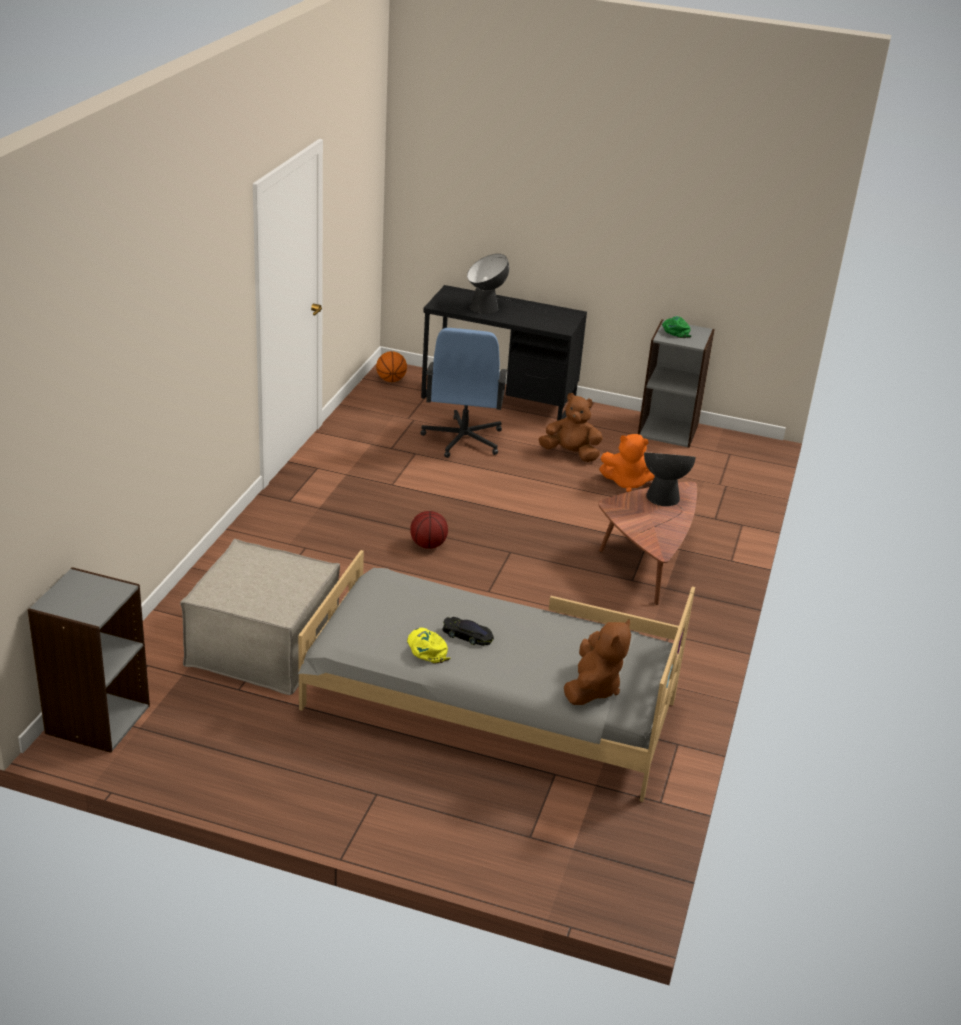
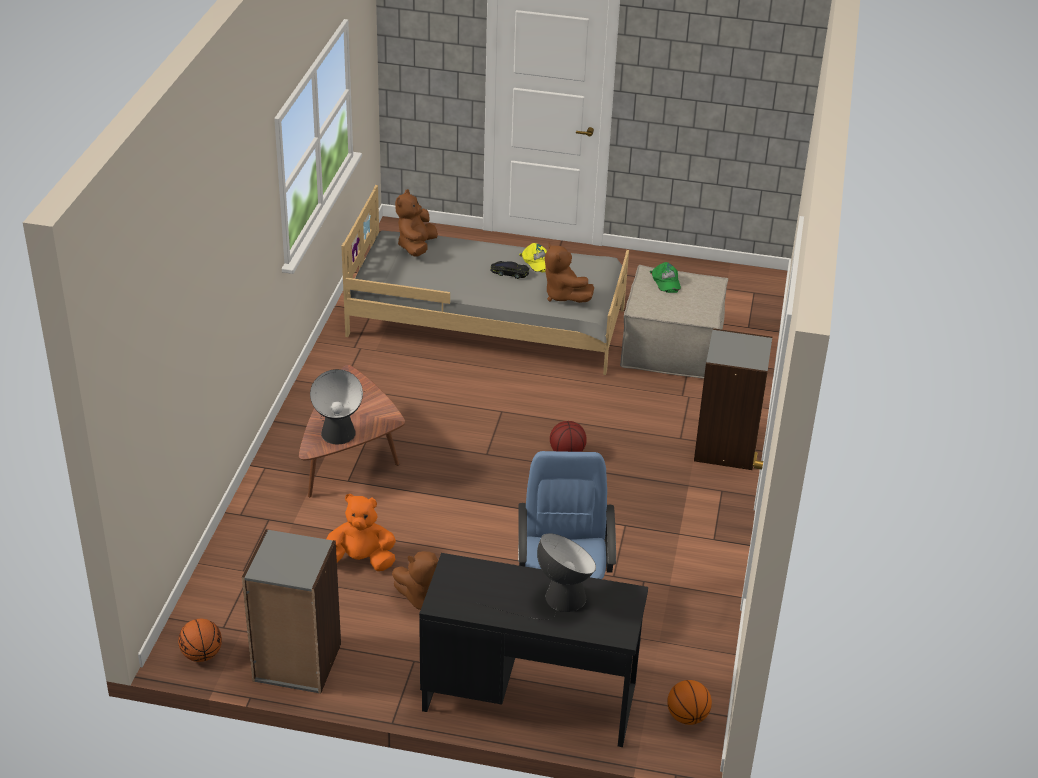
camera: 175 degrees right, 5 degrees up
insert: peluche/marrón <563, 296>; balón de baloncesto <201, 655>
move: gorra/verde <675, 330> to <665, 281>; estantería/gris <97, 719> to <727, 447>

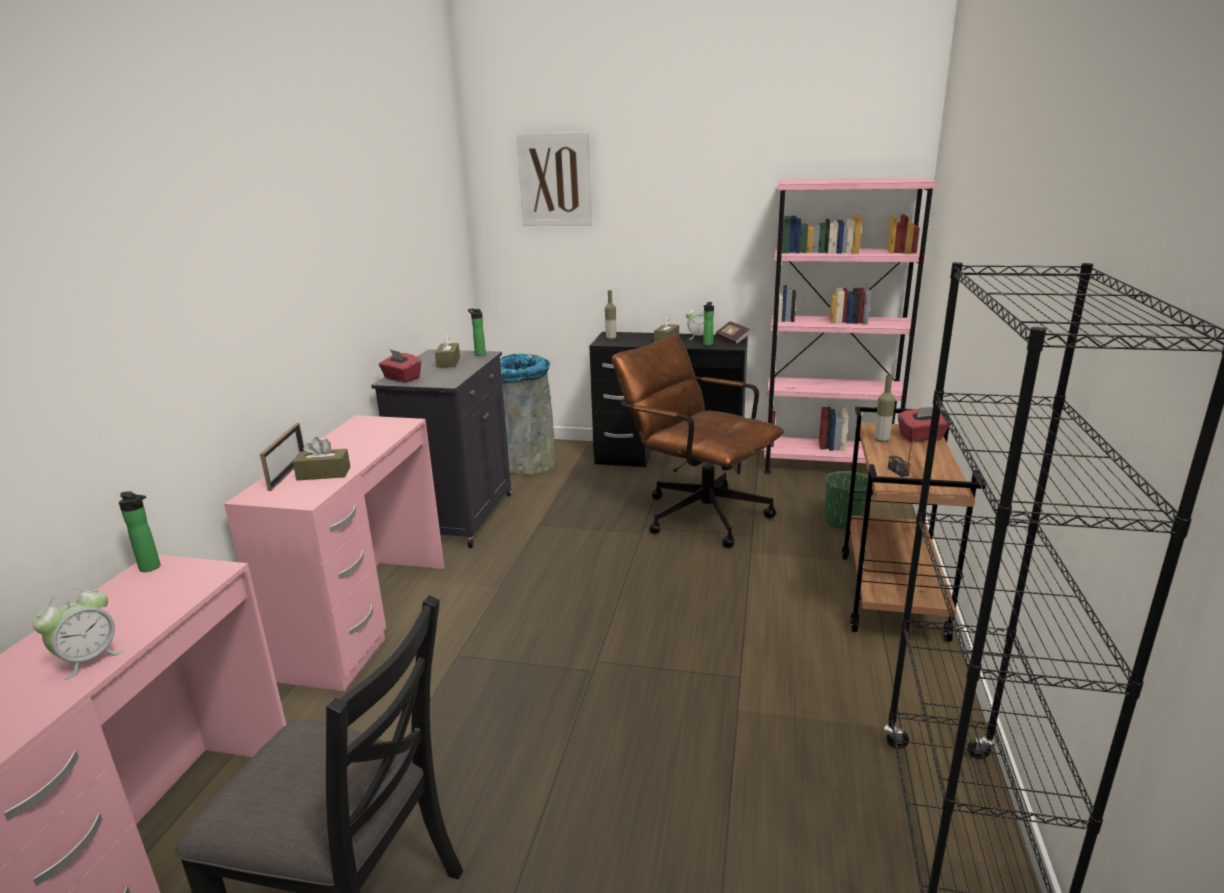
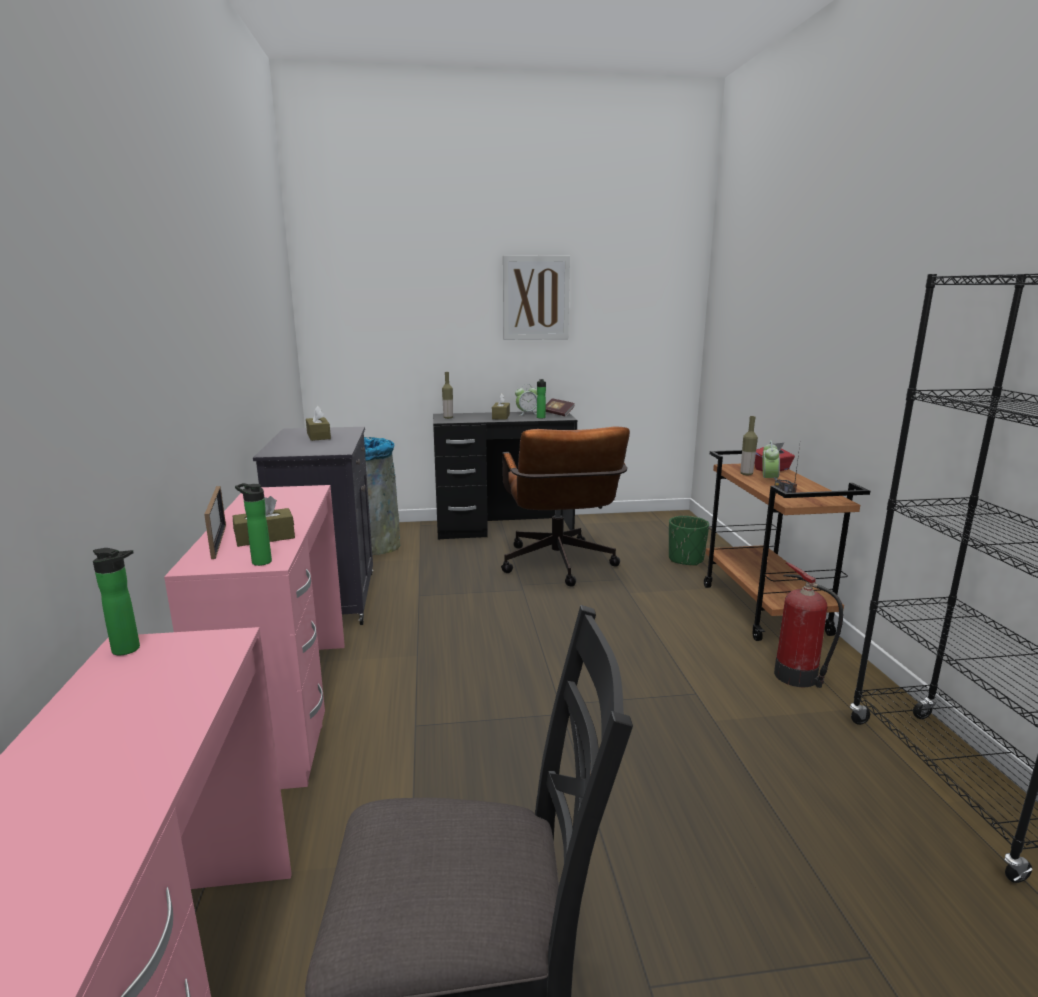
camera: 20 degrees left, 5 degrees down
delete: estantería/rosa <828, 465>; caja de pañuelos/rojo <401, 378>
insert: extintor <798, 677>
move: cuadro <555, 180> to <536, 298>; botella <479, 354> to <259, 561>; despertador <89, 659> to <768, 480>
rotate: silla de oficina/marrón <696, 512> = <559, 567> 120 degrees counterclockwise

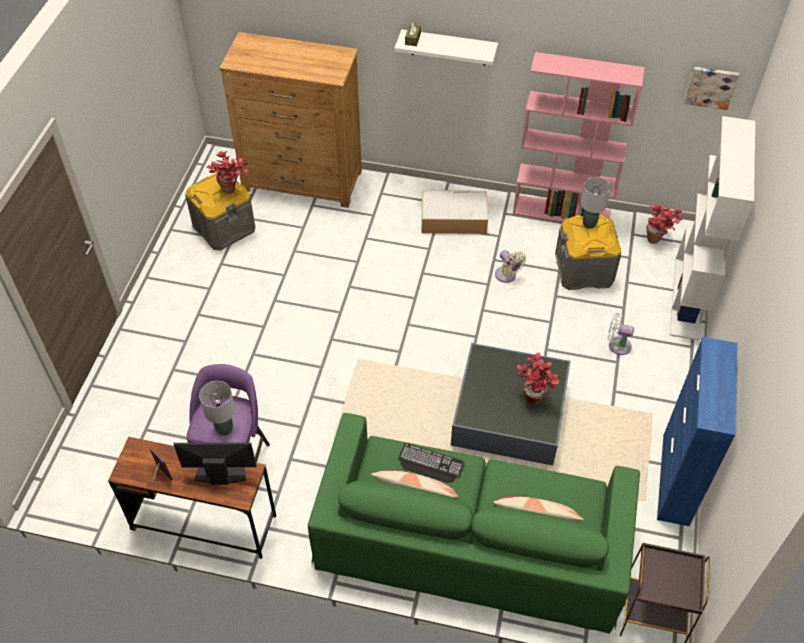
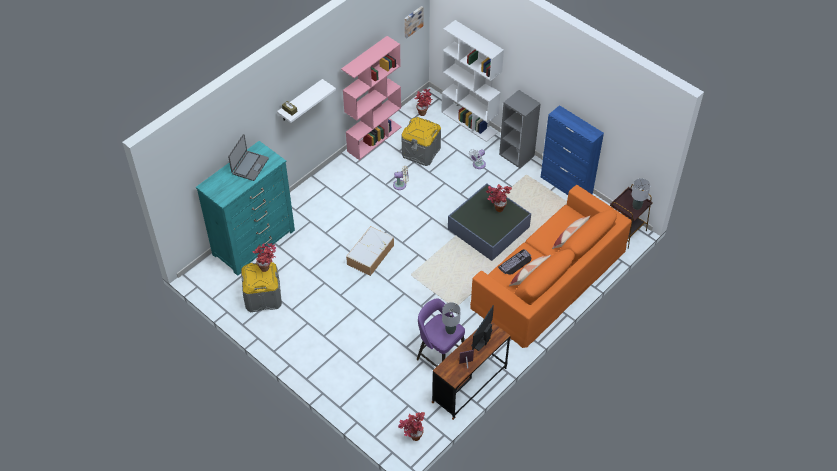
camera: 60 degrees left, 0 degrees up
insert: estantería/gris <517, 155>; portátil <249, 166>; planta en maceta <412, 436>
move: lámpara de mesa/gris <589, 224> to <636, 207>; caja de almacenaje <454, 218> to <370, 254>
recolor: cómoda/marrón <302, 181> to cómoda/turquesa <254, 242>; sofá/verde <471, 540> to sofá/naranja <549, 278>

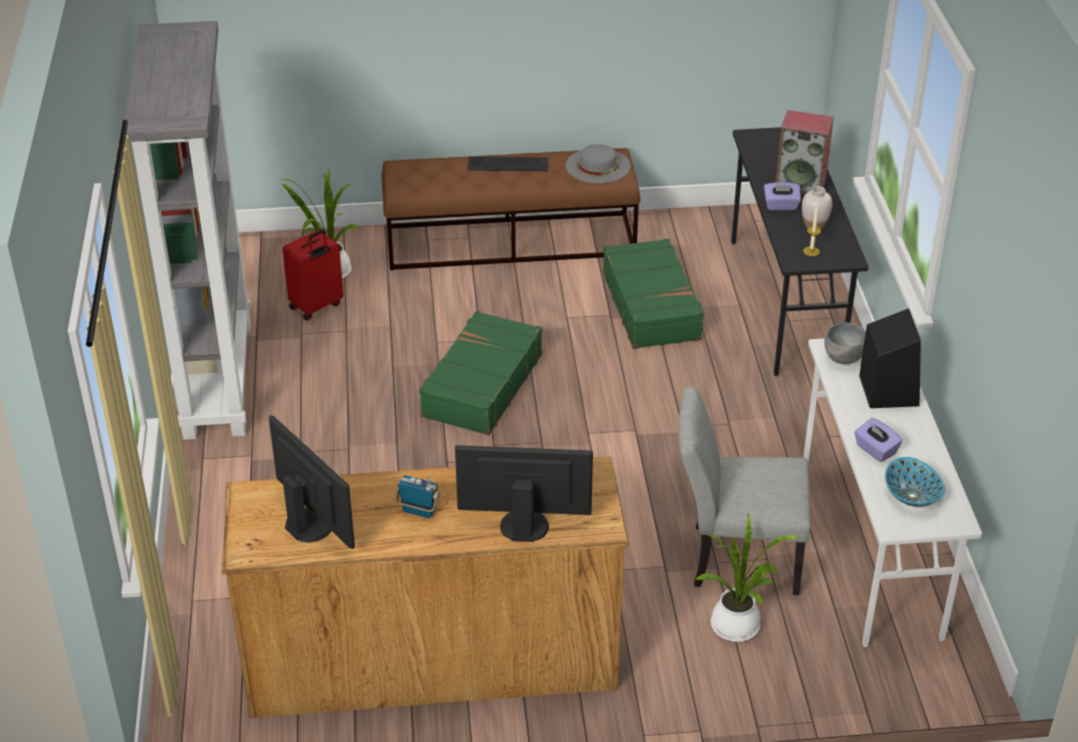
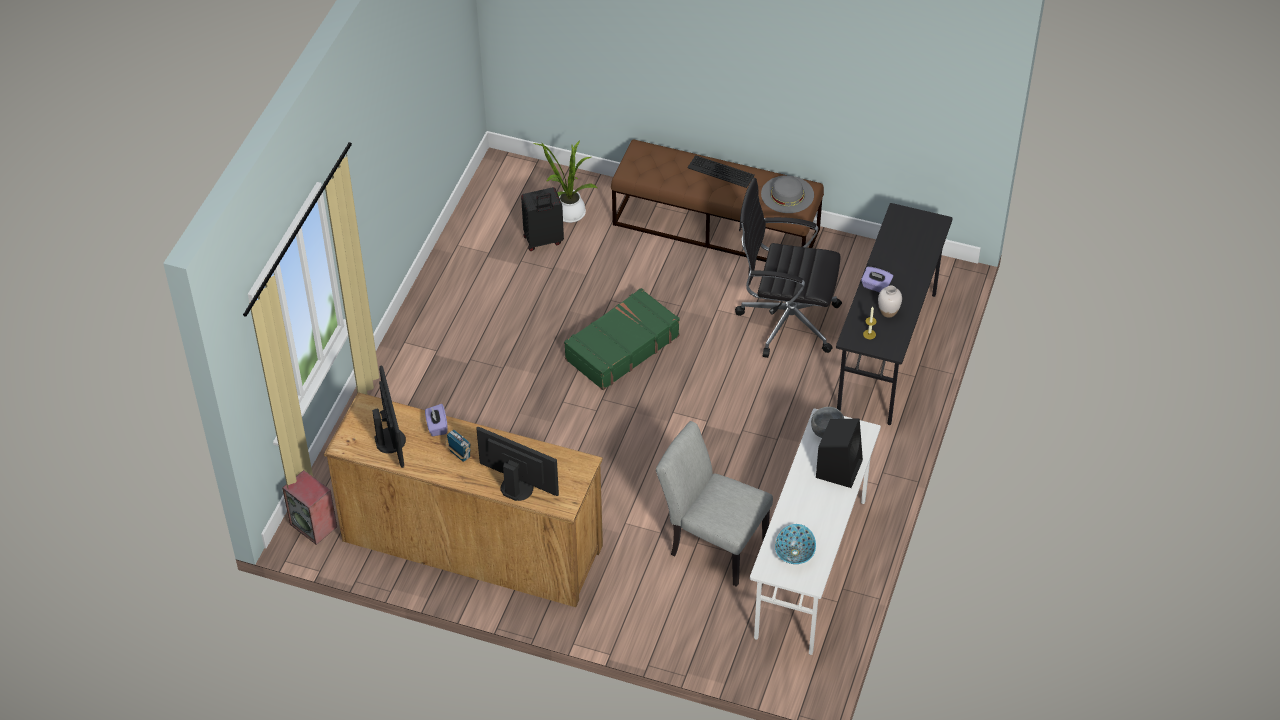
camera: 25 degrees right, 10 degrees up
delete: estantería/gris <216, 378>; planta en maceta <738, 628>
move: altavoz <801, 184> to <314, 525>; caja de pañuelos/morado <875, 450> to <437, 426>
replace: maleta/verde <652, 306> to silla de oficina/negro <785, 320>
recolor: maleta/rojo <317, 306> to maleta/negro <543, 241>

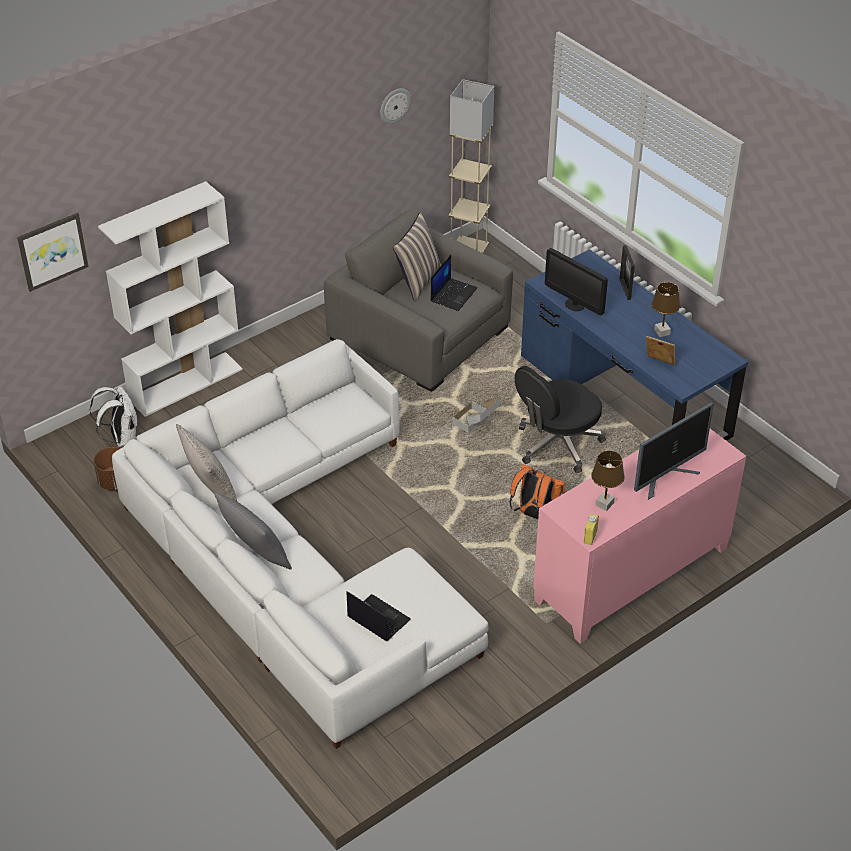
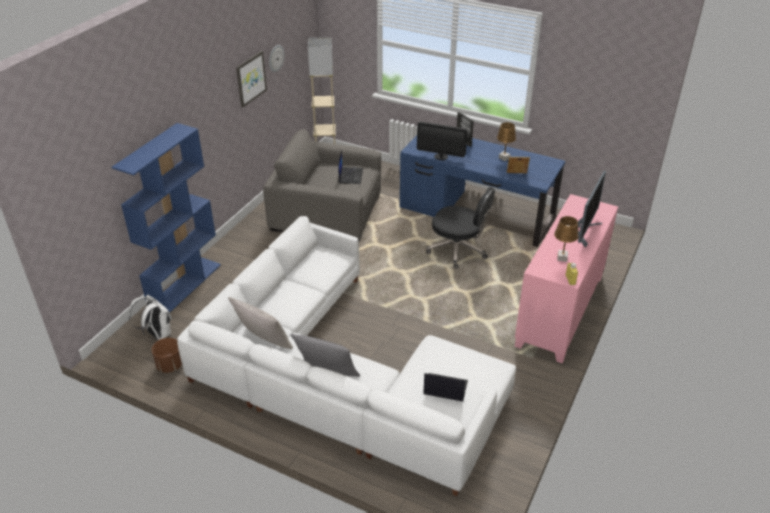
camera: 25 degrees left, 5 degrees down
delete: cojín <418, 280>; caja de cartón <476, 424>; mochila/naranja <535, 515>
move: cuadro <52, 251> to <250, 78>
recolor: estantería/blanco <186, 383> to estantería/azul <185, 285>
rotate: silla de oficina/negro <557, 445> = <458, 250> 90 degrees counterclockwise

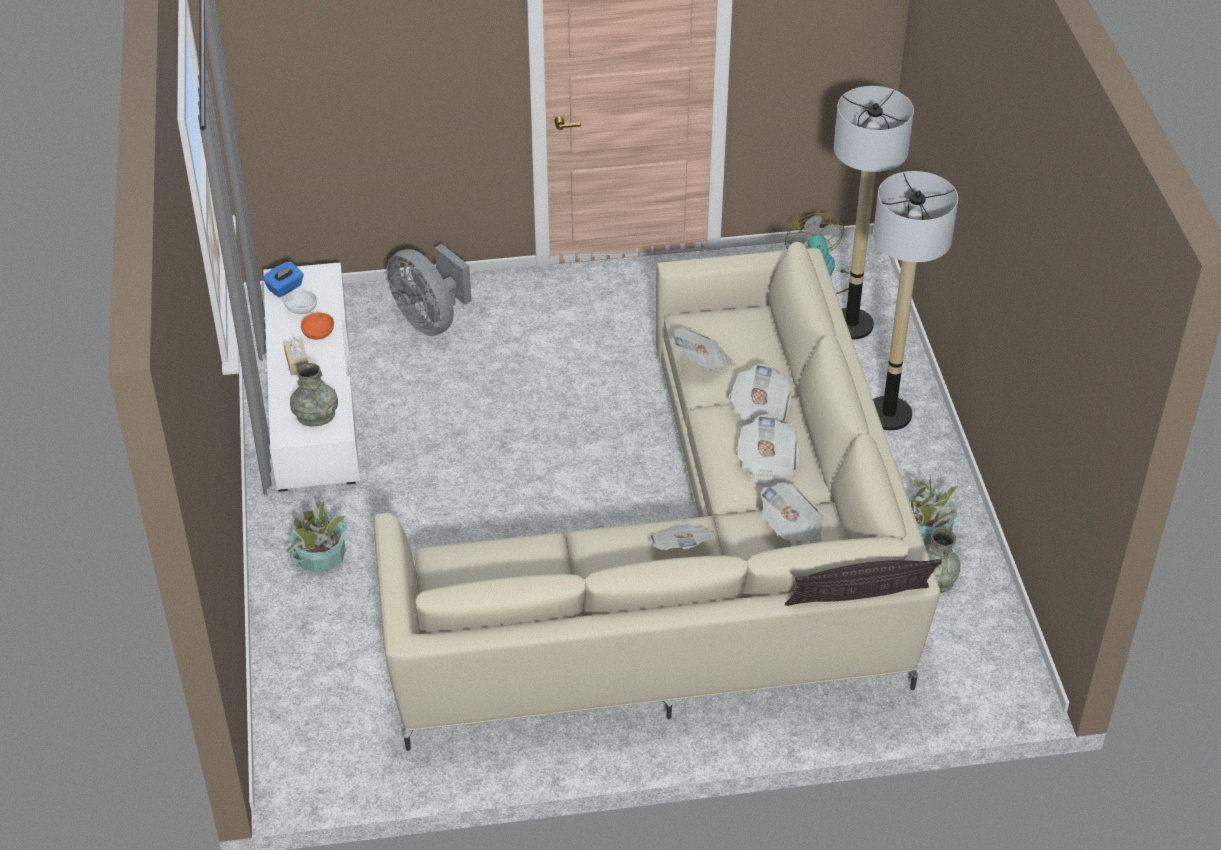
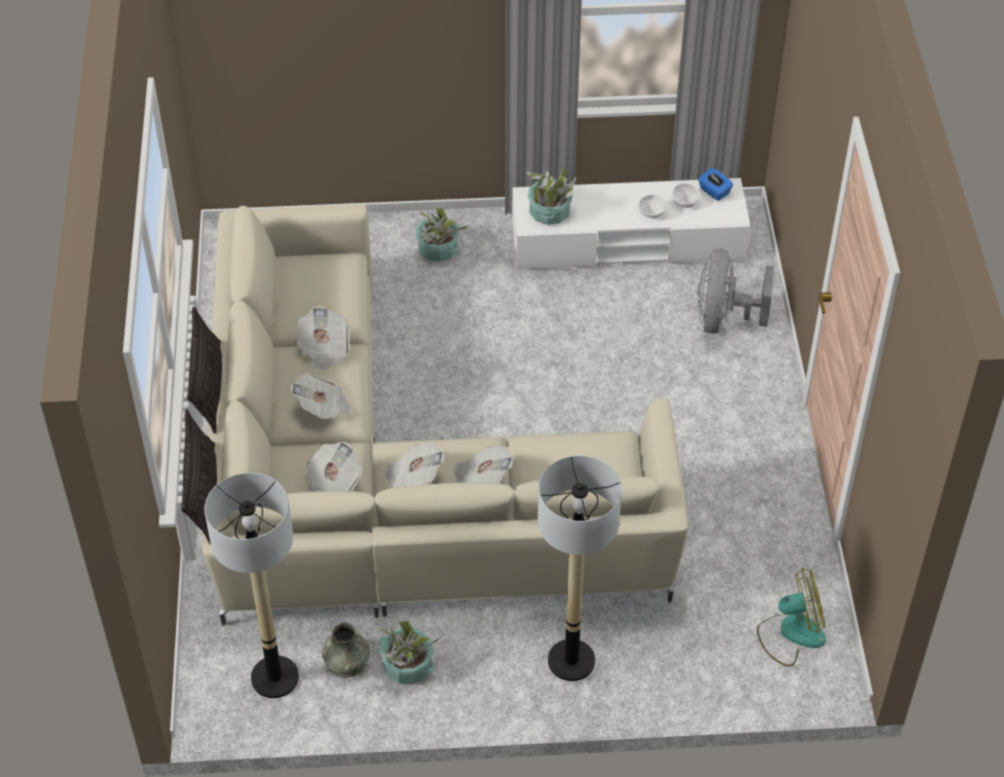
camera: 95 degrees right, 5 degrees up
delete: caja de pañuelos/beis <297, 362>
insert: cojín <208, 387>
move: lámpara de pie <851, 324> to <275, 678>; periódico <703, 362> to <324, 350>
replace: florero/gris <316, 415> to planta en maceta <549, 212>
recolor: cuenco/naranja <319, 334> to cuenco/blanco <651, 213>
rotate: ventilador/gris <430, 320> = <723, 319> 45 degrees counterclockwise

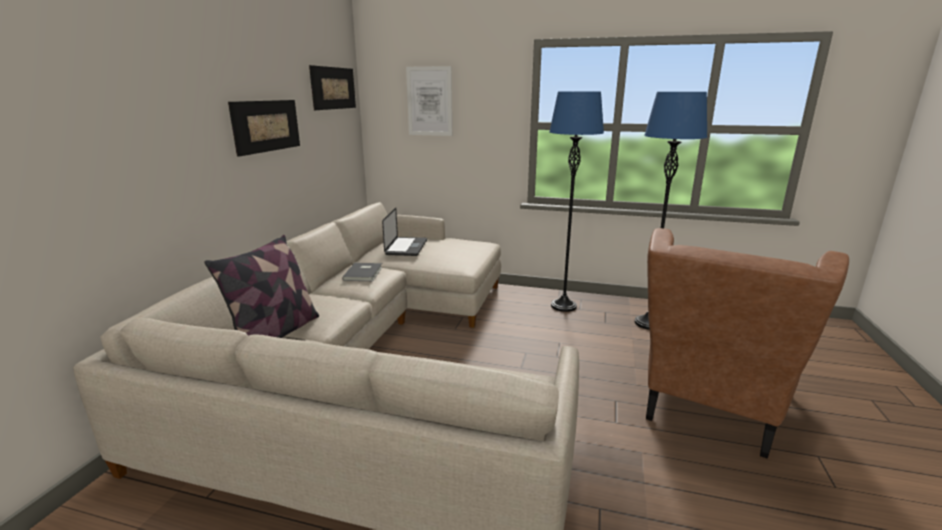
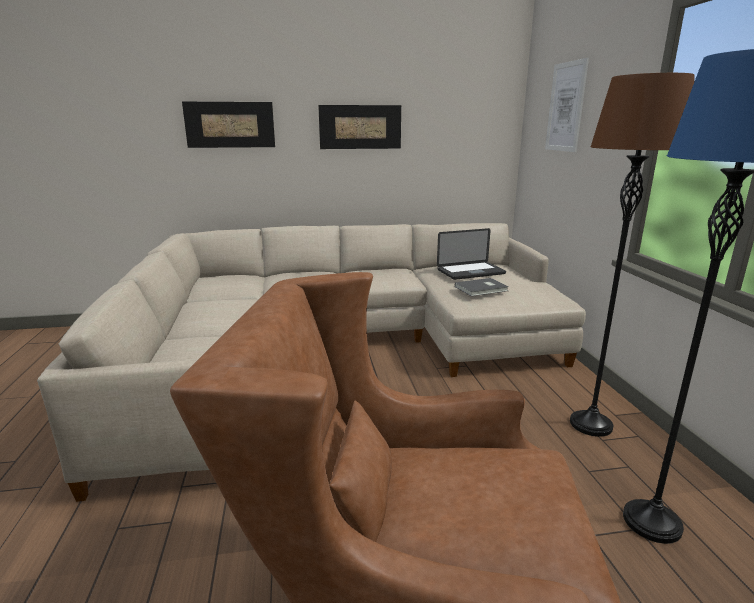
camera: 65 degrees right, 0 degrees up
delete: cojín <276, 334>
move: cuadro <333, 88> to <230, 125>; libro/gris <364, 273> to <482, 289>
recolor: lámpara de pie/azul <563, 306> to lámpara de pie/marrón <591, 424>

